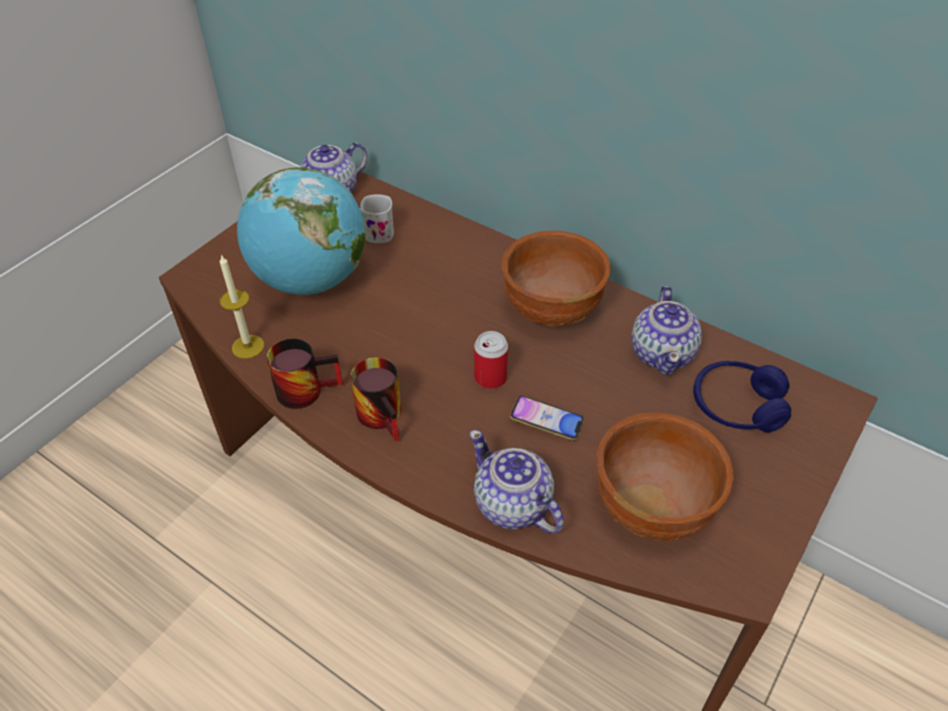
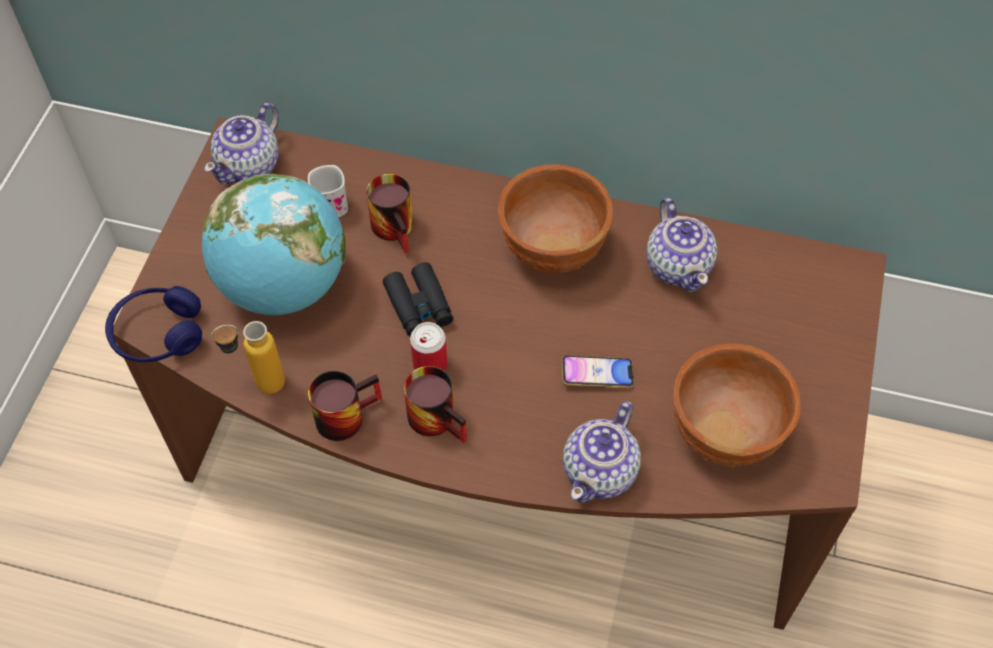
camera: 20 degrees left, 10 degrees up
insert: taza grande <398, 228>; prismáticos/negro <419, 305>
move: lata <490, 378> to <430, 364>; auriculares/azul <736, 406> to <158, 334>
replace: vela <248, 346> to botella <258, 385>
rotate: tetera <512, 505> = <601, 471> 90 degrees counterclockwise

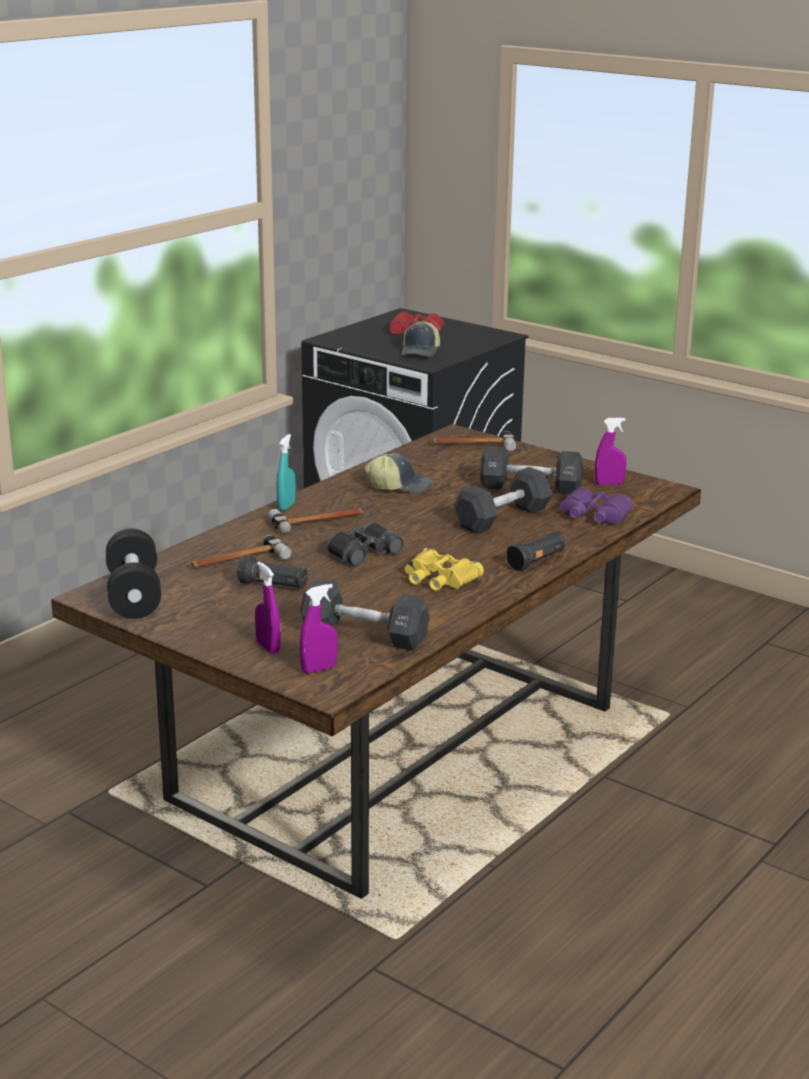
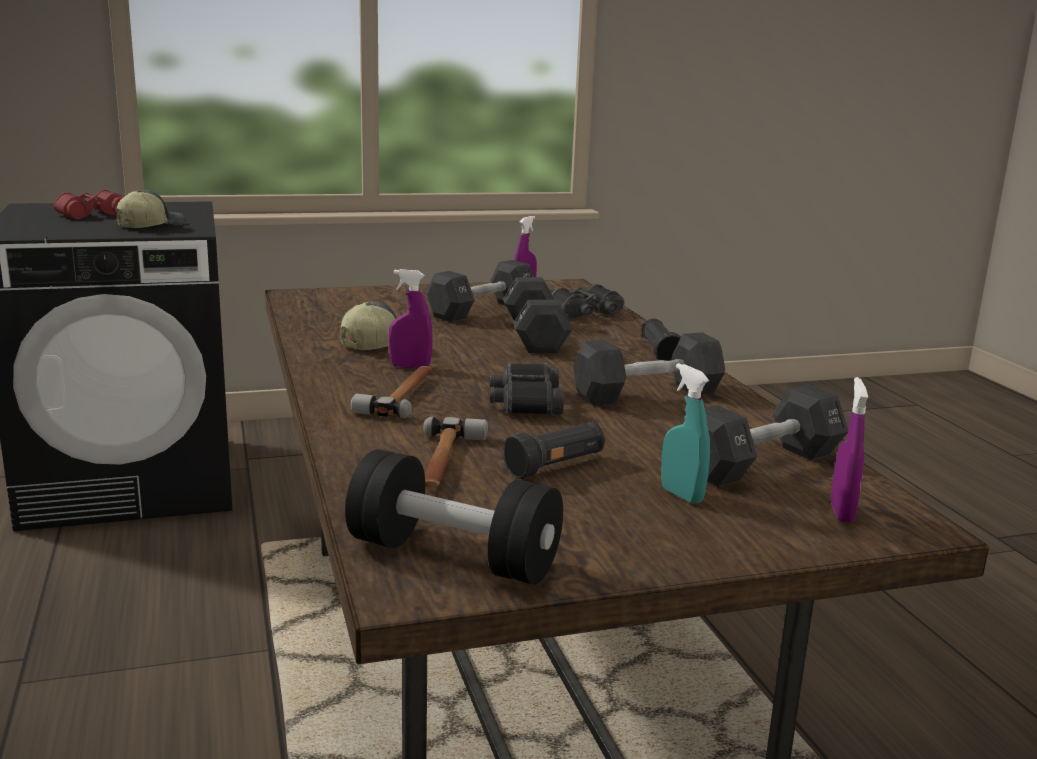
camera: 55 degrees left, 5 degrees down
delete: martillo <473, 446>
move: pulverizador/turquesa <286, 506> to <681, 495>; pulverizador/morado <268, 647> to <410, 366>
replace: prismáticos/amarillo <439, 578> to mancuerna/negro <647, 394>
recolor: prismáticos/morado <594, 516> to prismáticos/negro <585, 313>
rotate: gorra <421, 352> = <151, 225> 105 degrees counterclockwise

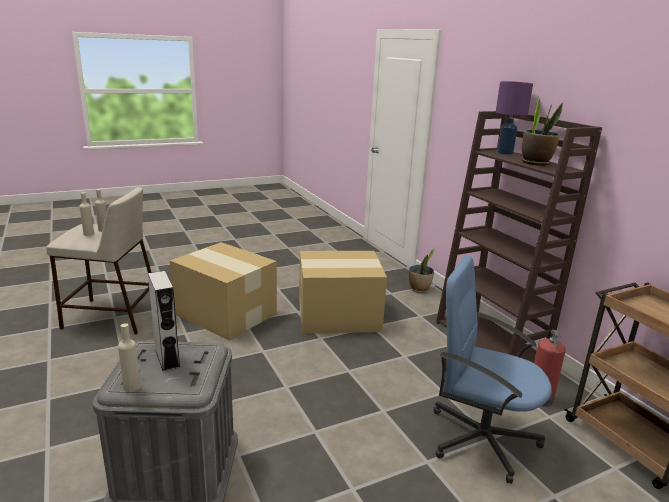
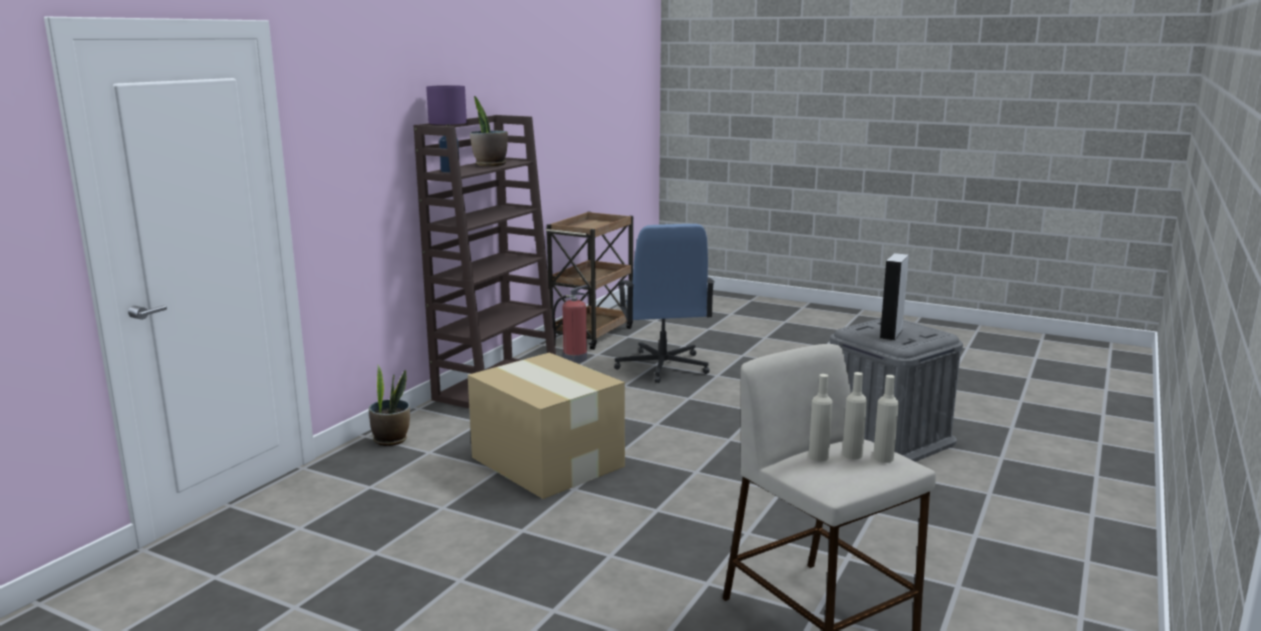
camera: 125 degrees left, 5 degrees down
delete: caja de cartón <225, 313>
move: botella/beis <132, 387> to <883, 458>

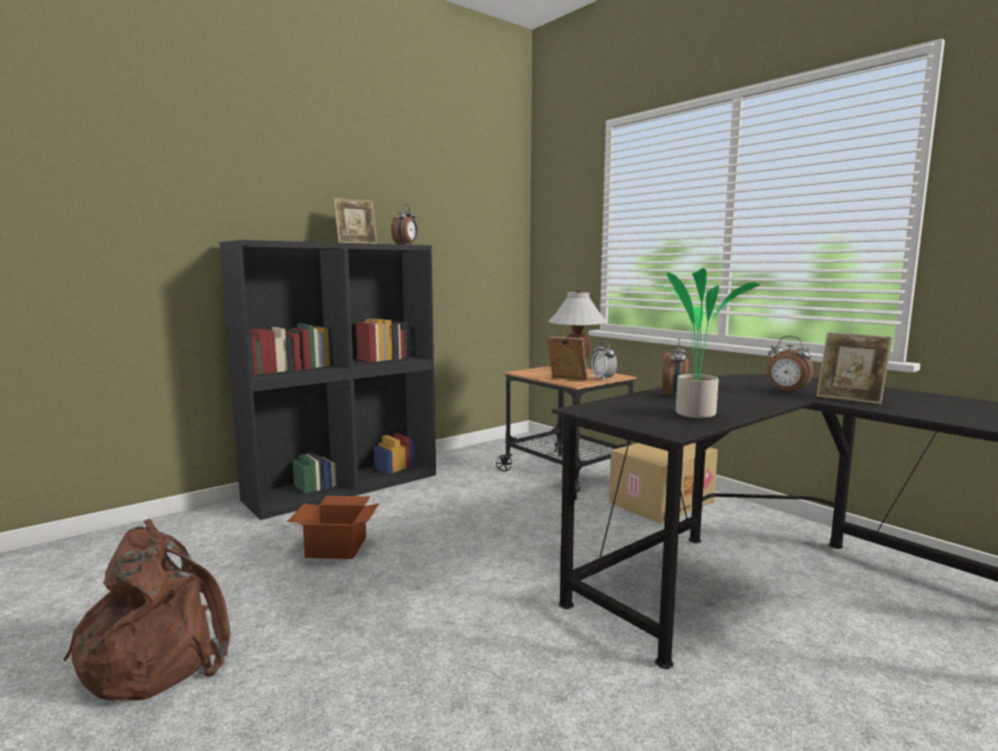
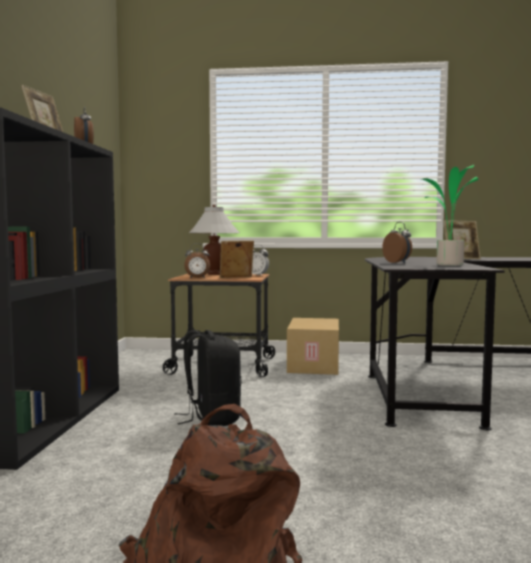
camera: 45 degrees left, 5 degrees down
delete: caja de cartón <338, 546>
insert: mochila/negro <211, 418>
move: despertador <786, 391> to <197, 278>

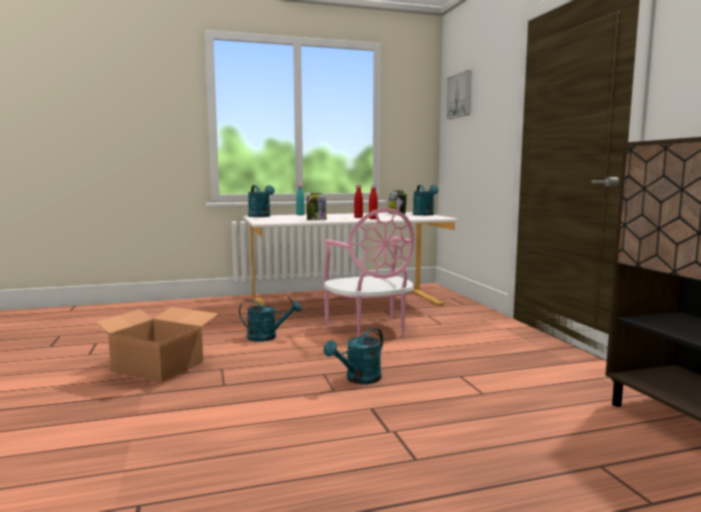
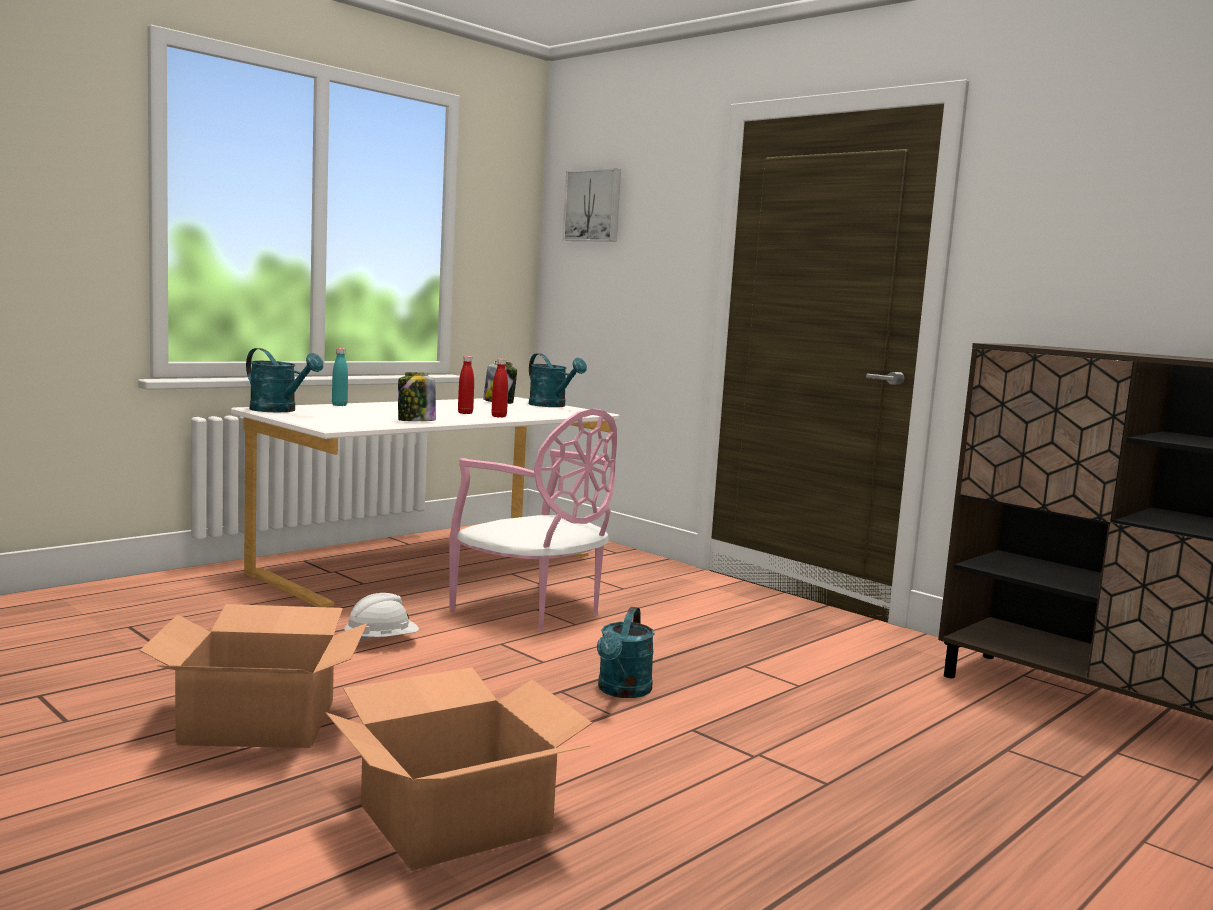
camera: 30 degrees left, 0 degrees up
insert: caja de cartón <453, 818>
replace: regadera/turquesa <267, 337> to casco/blanco <381, 642>

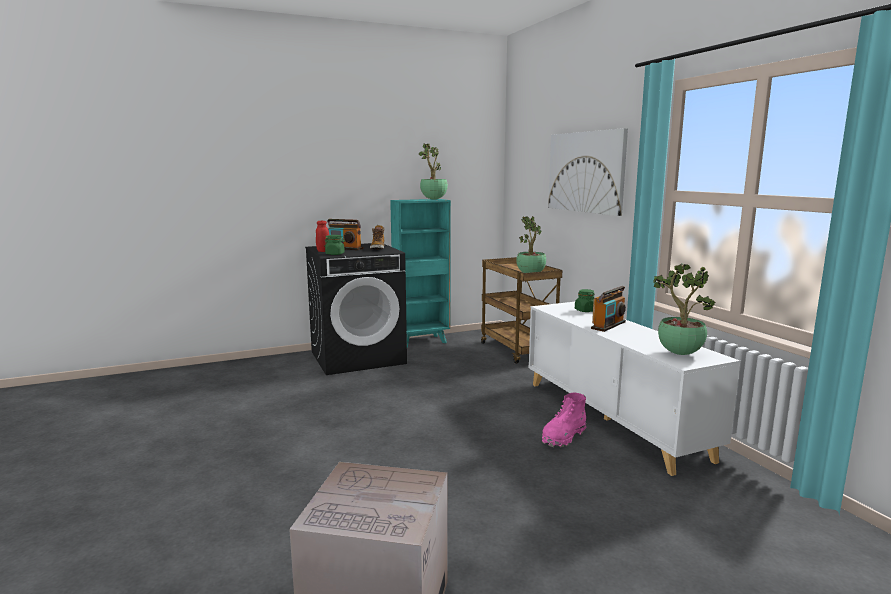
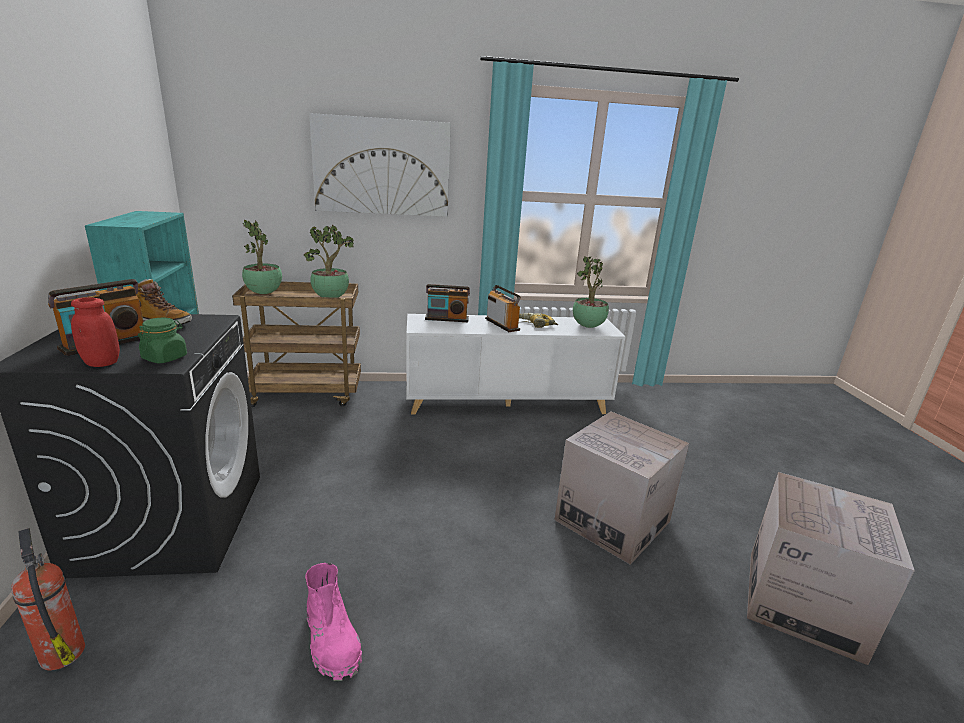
camera: 75 degrees left, 10 degrees up
insert: taladro <534, 324>; caja de cartón <612, 521>; extintor <62, 652>
move: planta en maceta <433, 199> to <264, 293>; bota/rosa <563, 437> to <332, 641>
replace: tarro/verde <585, 310> to radio <447, 319>

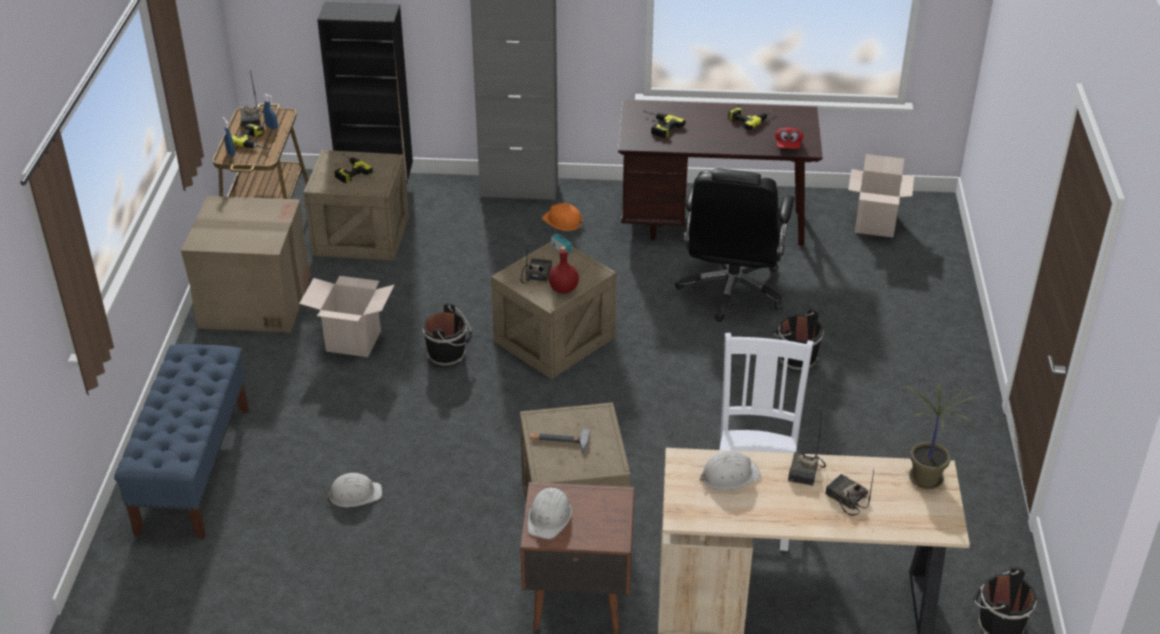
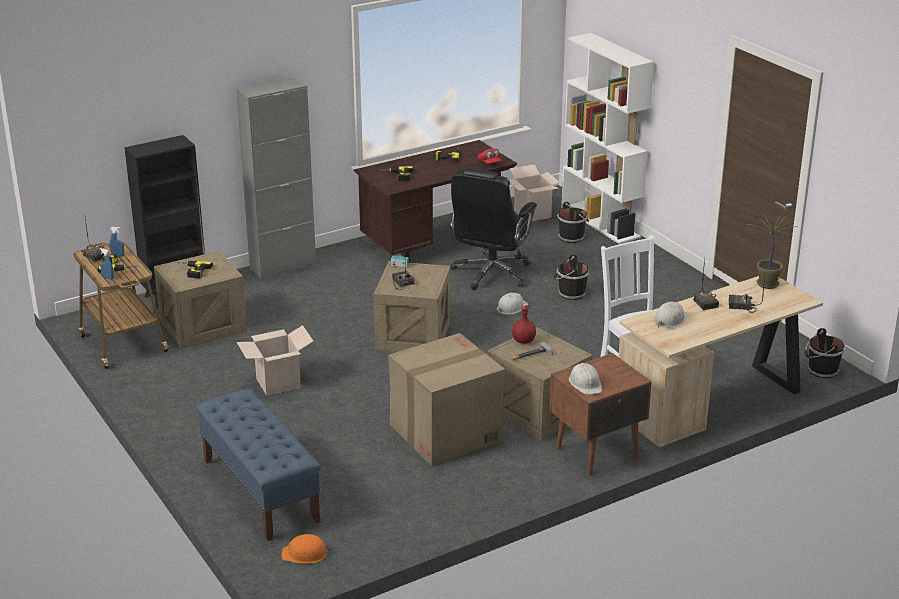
camera: 35 degrees left, 10 degrees down
insert: estantería/blanco <601, 222>
move: caja de cartón <254, 301> to <445, 433>; casco/naranja <563, 221> to <305, 554>; botella/rojo <563, 289> to <523, 341>; cubo/negro <448, 355> to <572, 237>; casco/blanco <354, 494> to <511, 308>
rotate: silla de oficina/negro <731, 291> = <491, 274> 45 degrees clockwise

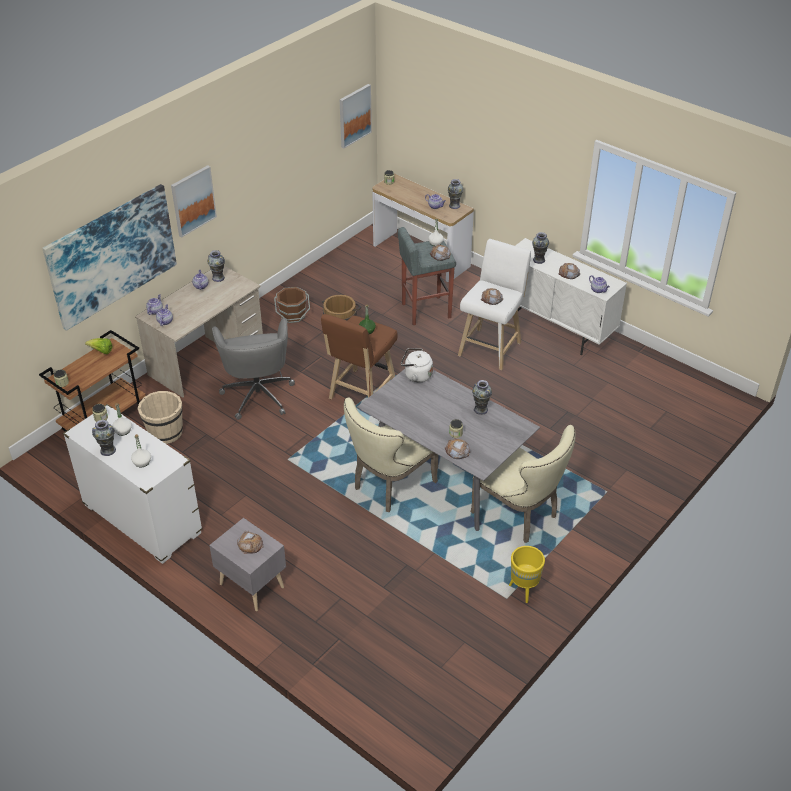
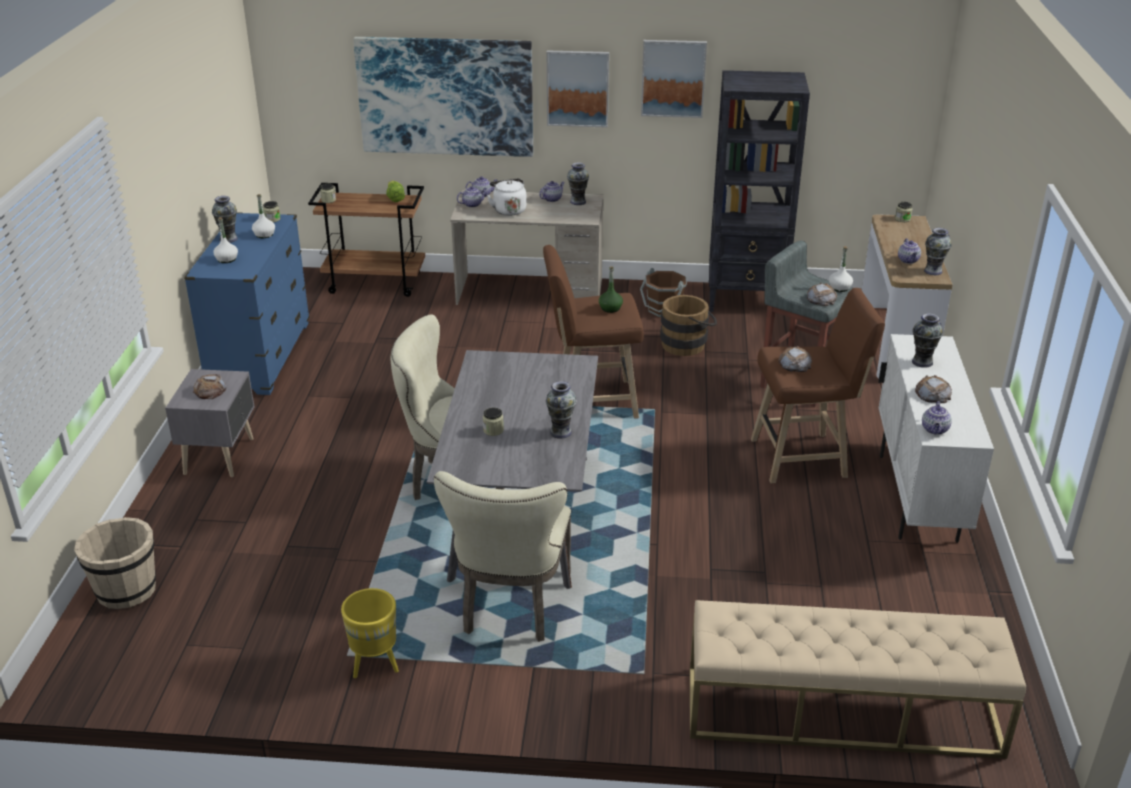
camera: 55 degrees right, 10 degrees down
delete: silla de oficina/gris <258, 394>; pan <457, 451>
insert: estantería/negro <746, 299>; banco/beis <841, 712>
move: cuadro <354, 115> to <673, 78>; hervidor/blanco <416, 375> to <508, 210>; cubo/beis <165, 433> to <126, 590>
recolor: taburete/blanco <491, 347> to taburete/marrón <804, 458>; cómoda/blanco <142, 519> to cómoda/azul <260, 357>

